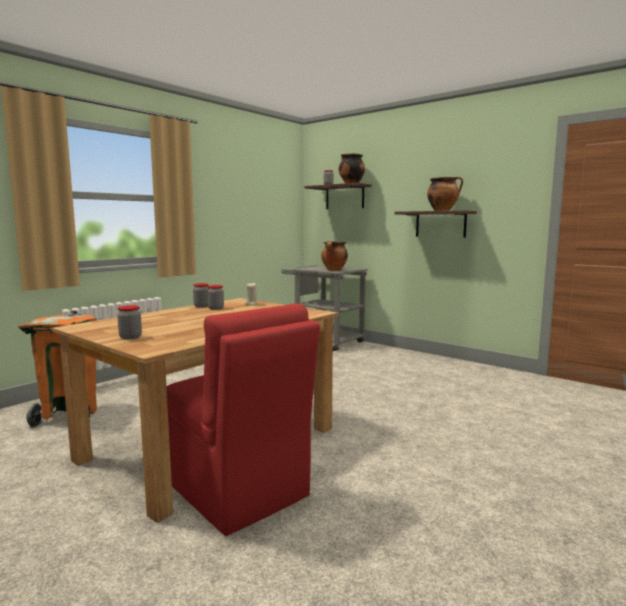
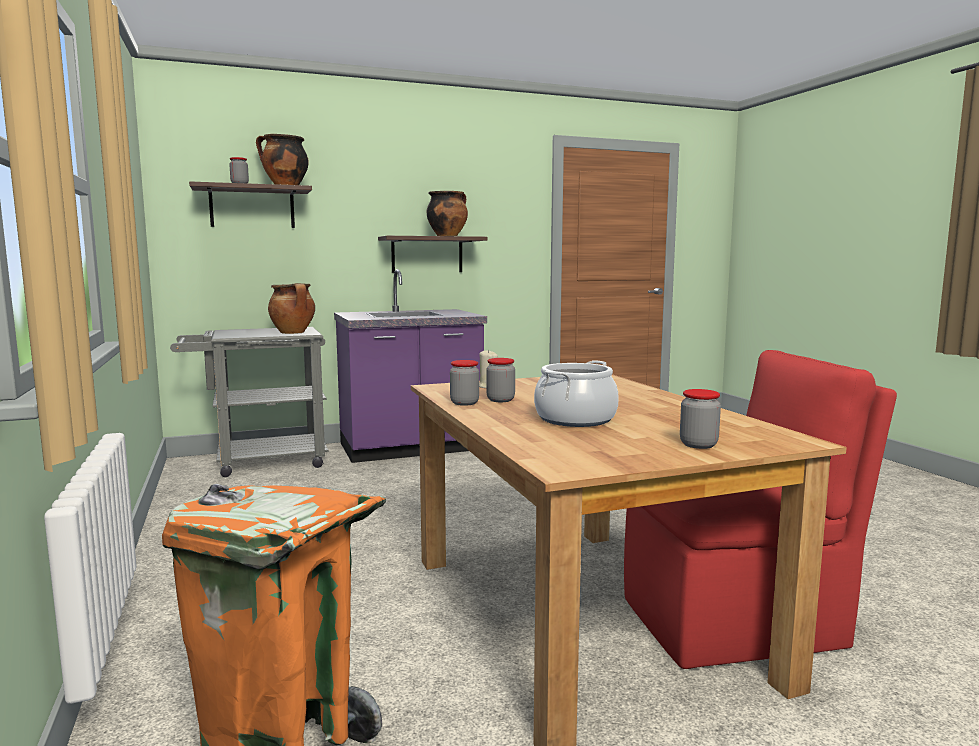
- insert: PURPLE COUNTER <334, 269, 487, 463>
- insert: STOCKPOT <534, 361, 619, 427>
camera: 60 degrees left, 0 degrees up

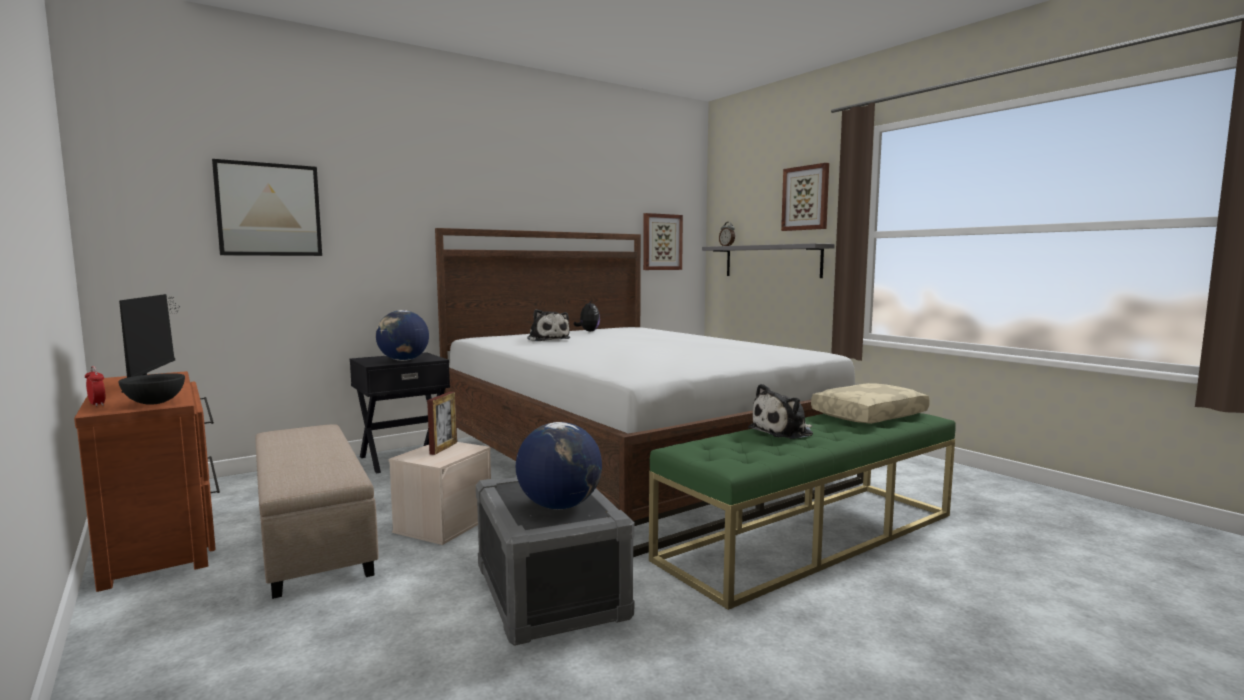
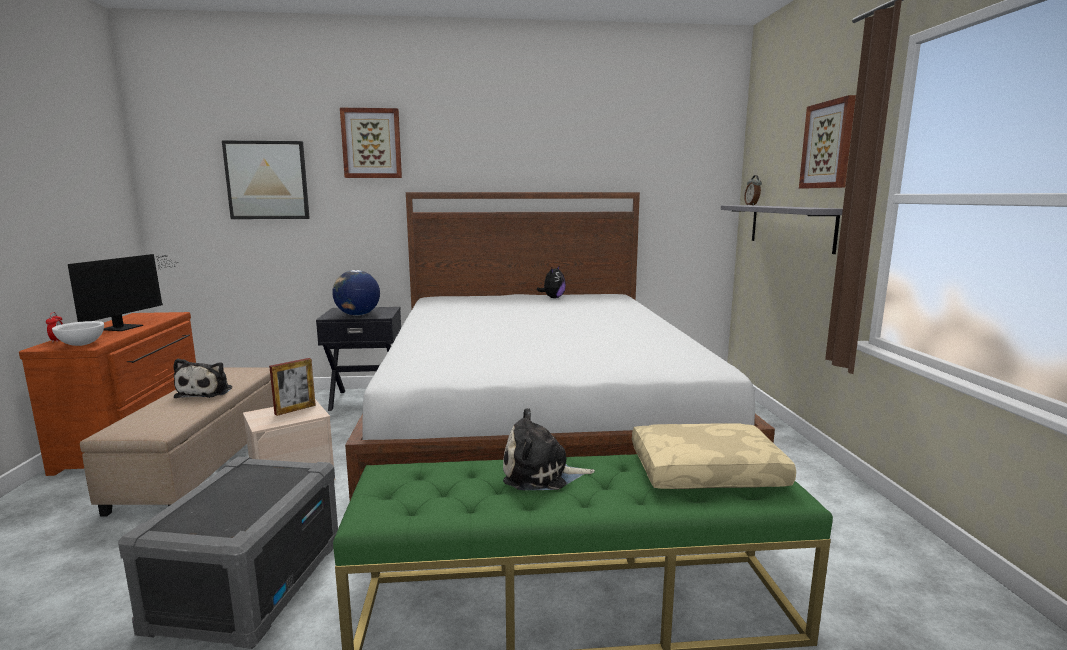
- recolor: BLACK SERVING BOWL <119, 373, 185, 405> to WHITE SERVING BOWL <52, 321, 104, 346>
- delete: GLOBE <516, 422, 602, 509>
- move: PLUSH TOY <527, 309, 570, 341> to <173, 359, 232, 398>
- move: PICTURE <643, 213, 683, 270> to <340, 108, 402, 178>
camera: 30 degrees right, 5 degrees up

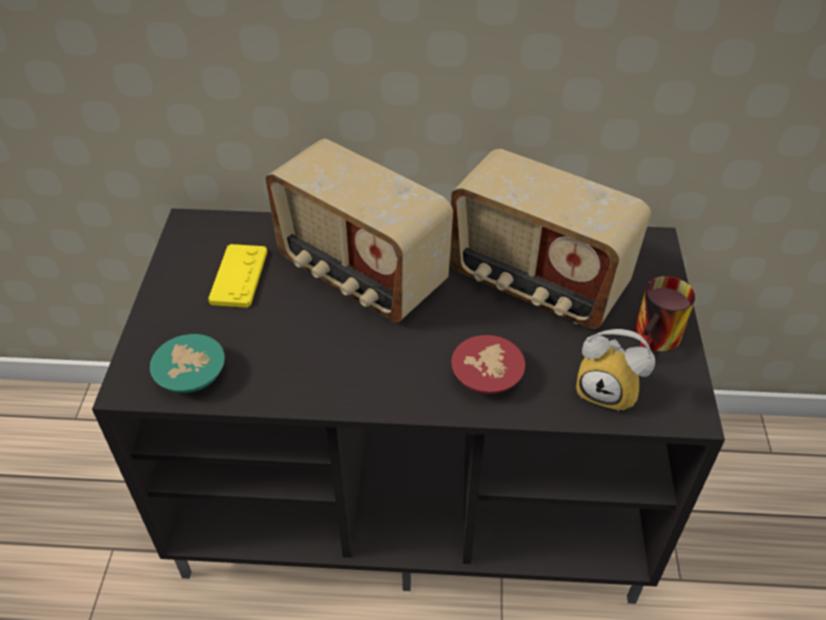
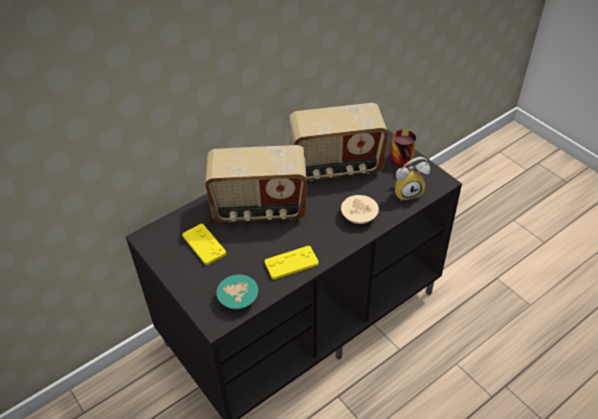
- recolor: RED SERVING BOWL <451, 335, 525, 394> to SAND-COLOURED SERVING BOWL <341, 195, 379, 224>
- insert: YELLOW-COLOURED GAME CONTROLLER <264, 246, 319, 280>
camera: 40 degrees left, 0 degrees up

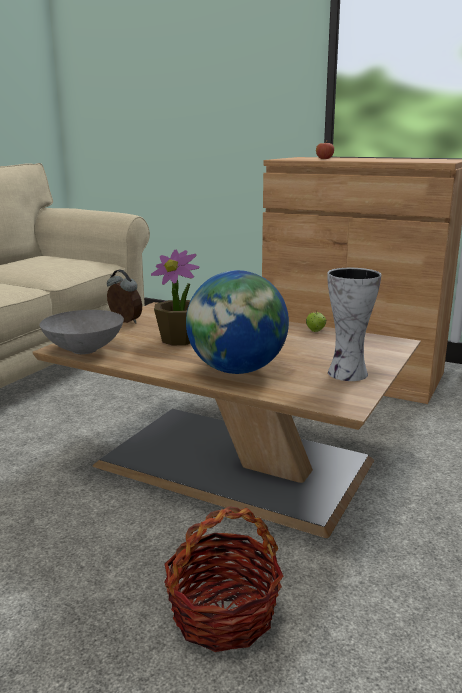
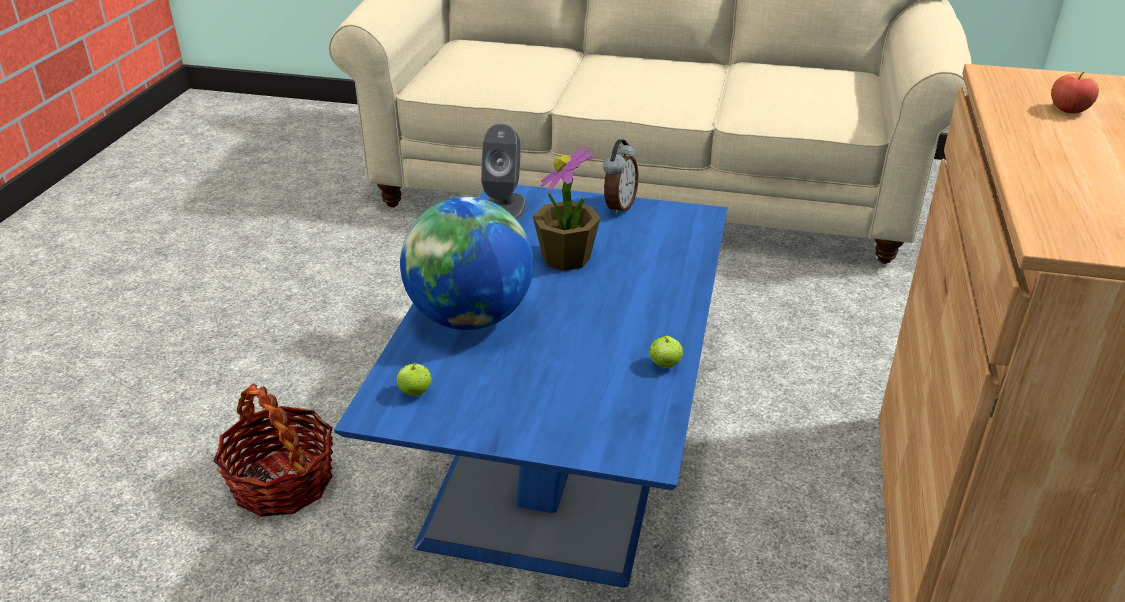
- recolor: BROWN LOUNGE TABLE <33, 302, 421, 538> to BLUISH LOUNGE TABLE <334, 185, 727, 588>
- replace: GREY SERVING BOWL <40, 310, 124, 354> to GREY SPEAKER <481, 124, 526, 220>
- delete: VASE <328, 268, 381, 381>
- insert: WHOLE APPLE <397, 363, 431, 396>
camera: 75 degrees right, 15 degrees up

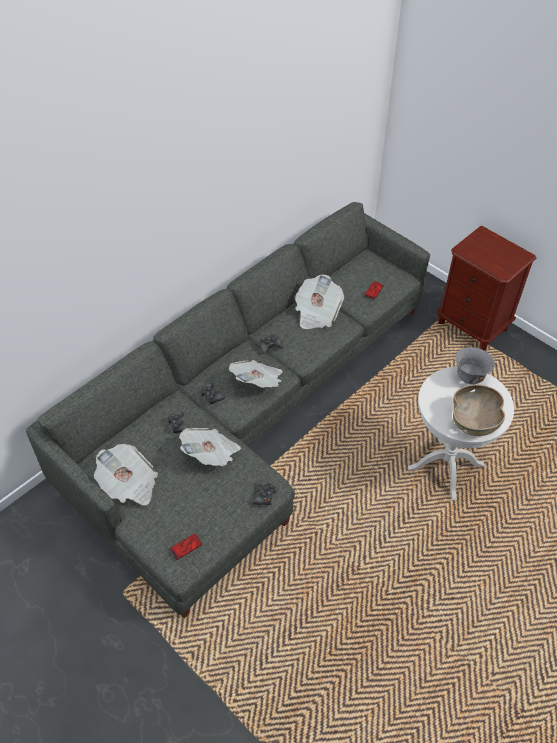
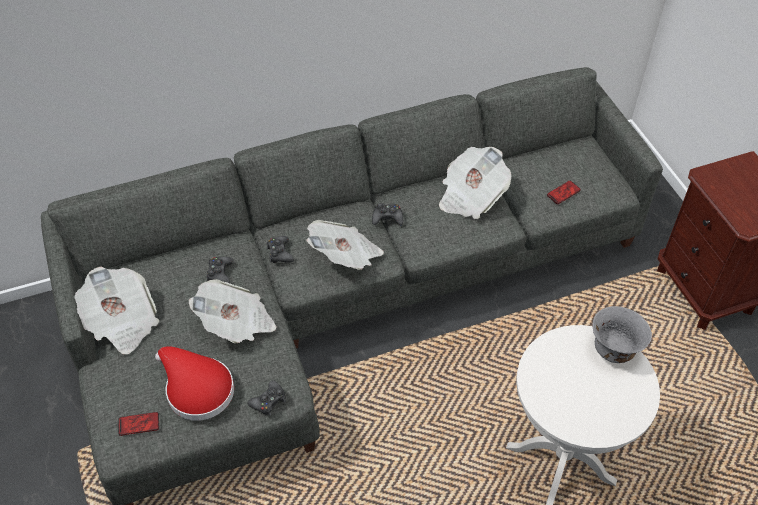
- delete: BROWN SERVING BOWL <453, 384, 505, 436>
- insert: RED WEARABLE HAT <155, 346, 234, 421>
camera: 25 degrees right, 0 degrees up

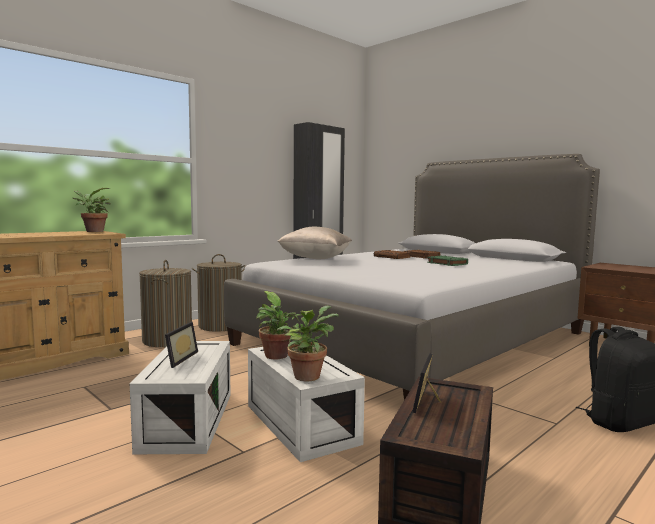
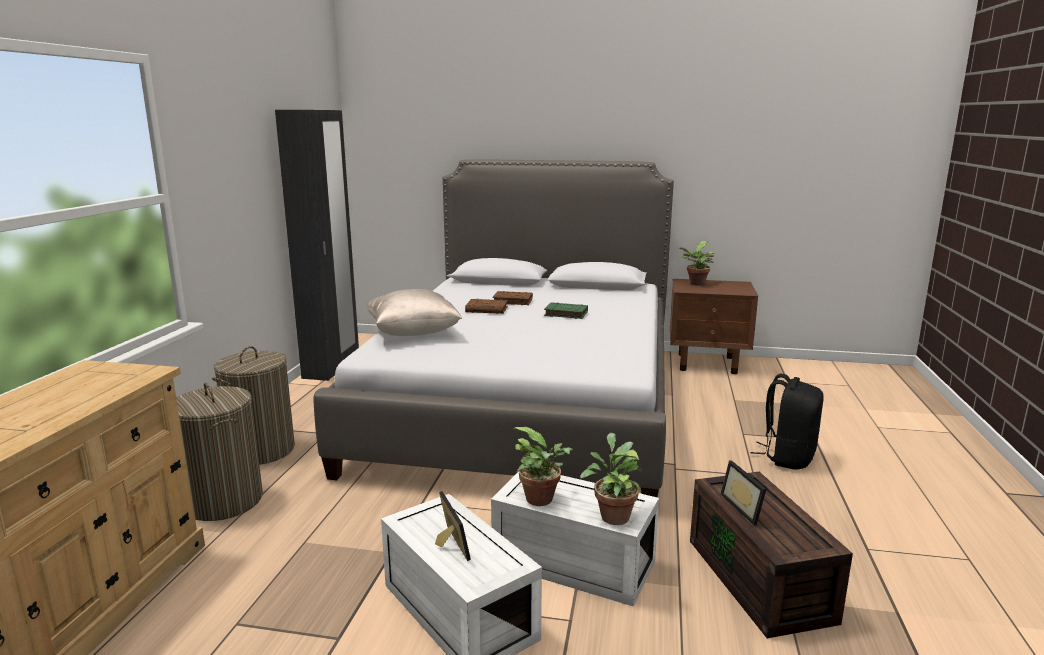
- move: HOUSEPLANT <73, 188, 111, 232> to <680, 241, 714, 286>
camera: 35 degrees left, 10 degrees up

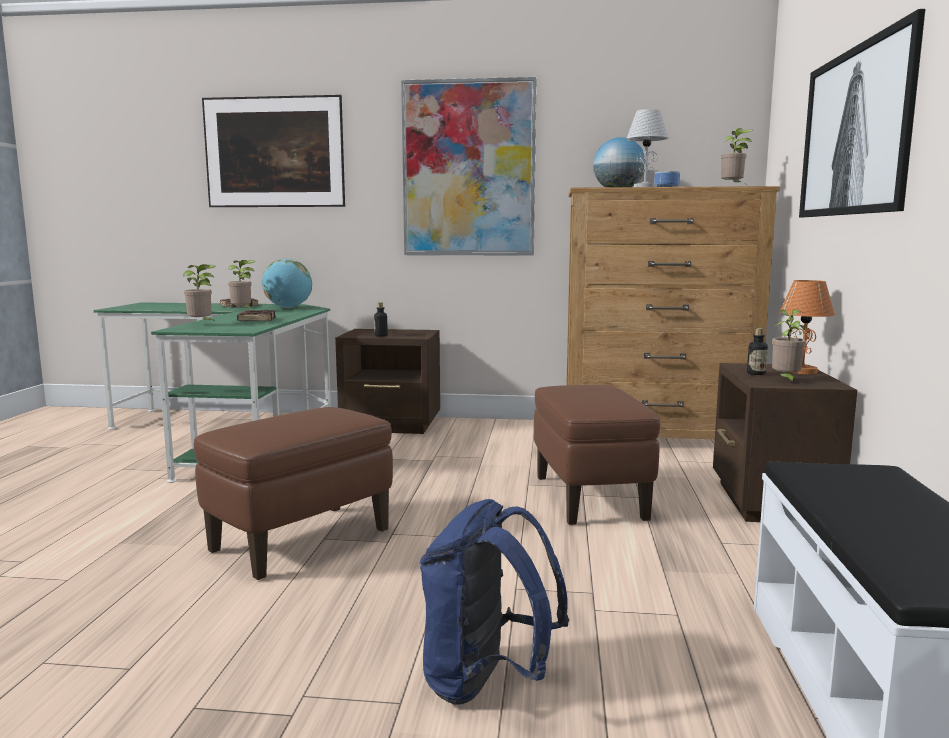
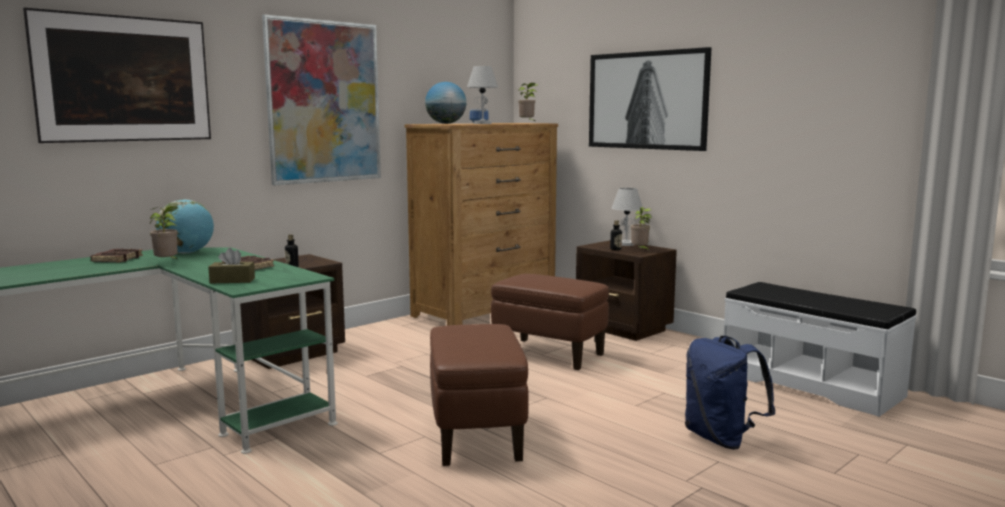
- replace: HOUSEPLANT <183, 264, 218, 324> to BROWN BOX OF TISSUES <208, 248, 255, 284>
- recolor: ORANGE TABLETOP LAMP <779, 280, 835, 374> to WHITE TABLETOP LAMP <611, 188, 642, 246>
camera: 50 degrees left, 0 degrees up

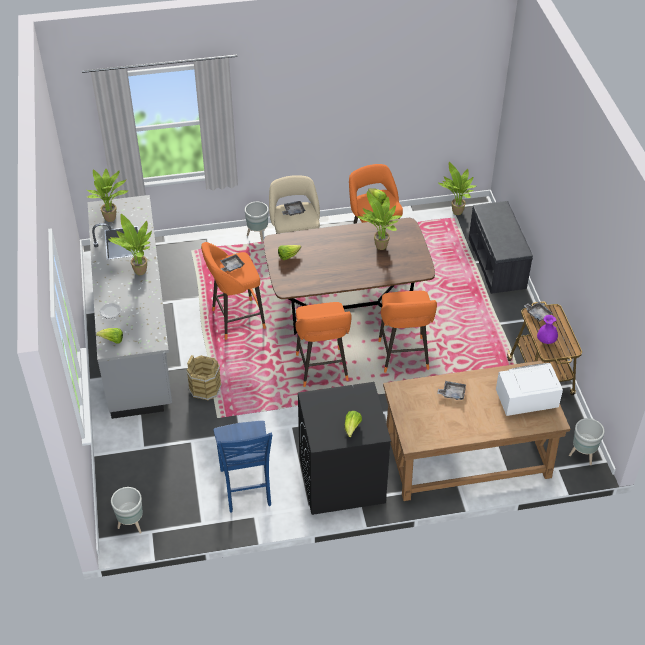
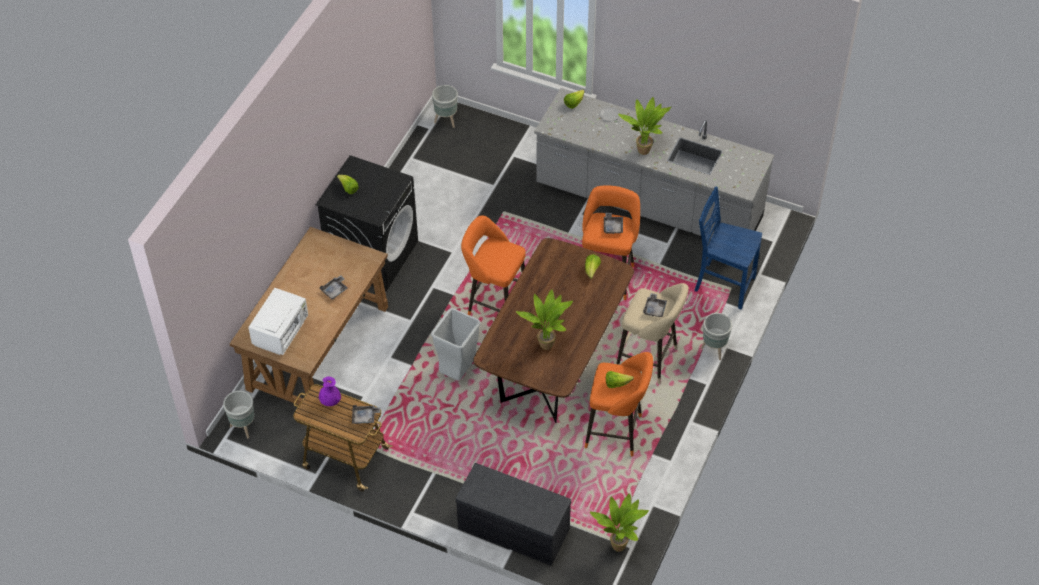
- delete: HOUSEPLANT <87, 169, 129, 222>
- delete: BROWN PAIL <186, 355, 222, 401>
- move: BLUISH UPRIGHT CHAIR <213, 420, 272, 512> to <695, 186, 762, 309>
- replace: ORANGE SITTING STOOL <378, 291, 437, 373> to GREY WASTE BIN <431, 308, 480, 380>
camera: 125 degrees right, 5 degrees up

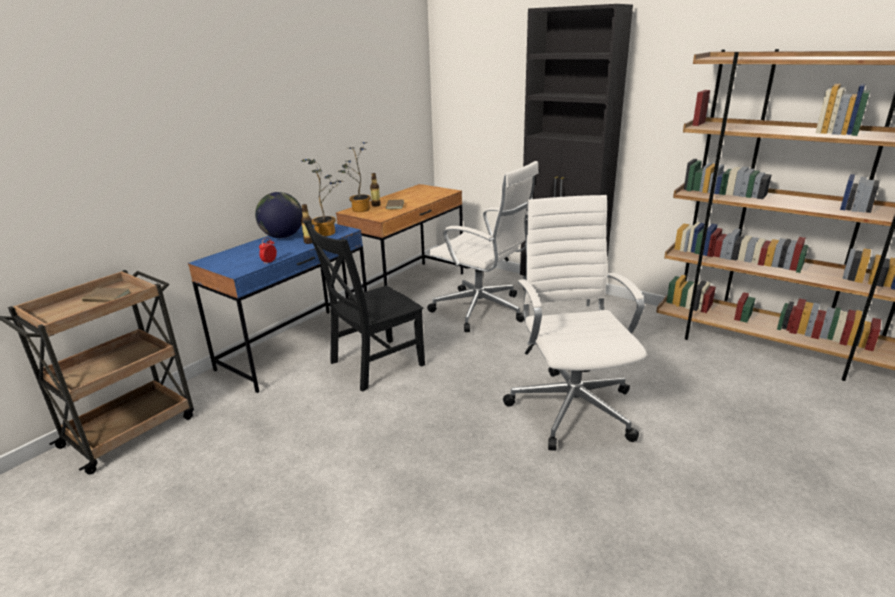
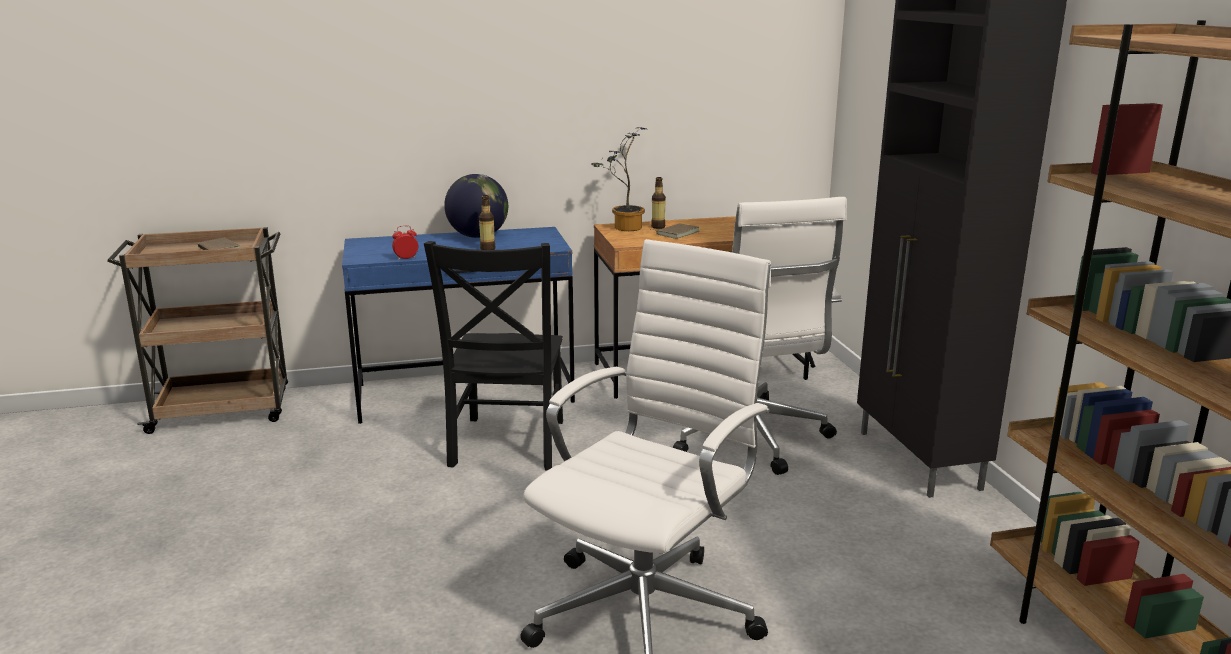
- delete: HOUSEPLANT <301, 159, 342, 237>
- rotate: BLACK UPRIGHT CHAIR <303, 220, 425, 391> = <424, 241, 563, 471> 90 degrees counterclockwise
camera: 40 degrees right, 5 degrees down

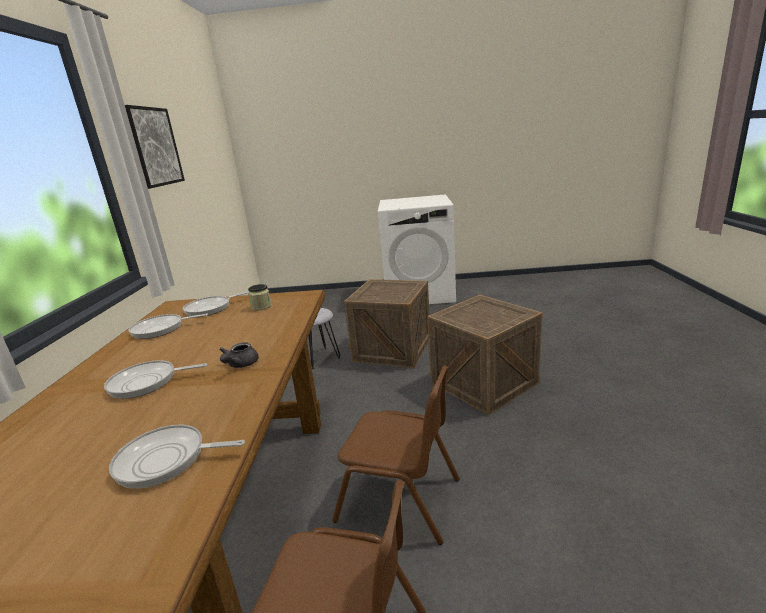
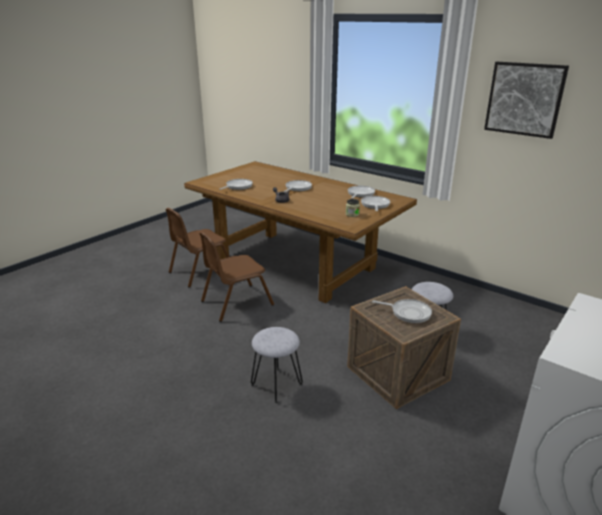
- replace: SHIPPING CRATE <427, 295, 543, 415> to GREY SITTING STOOL <251, 327, 303, 403>
- insert: SKILLET <372, 299, 432, 323>
camera: 125 degrees right, 5 degrees up

